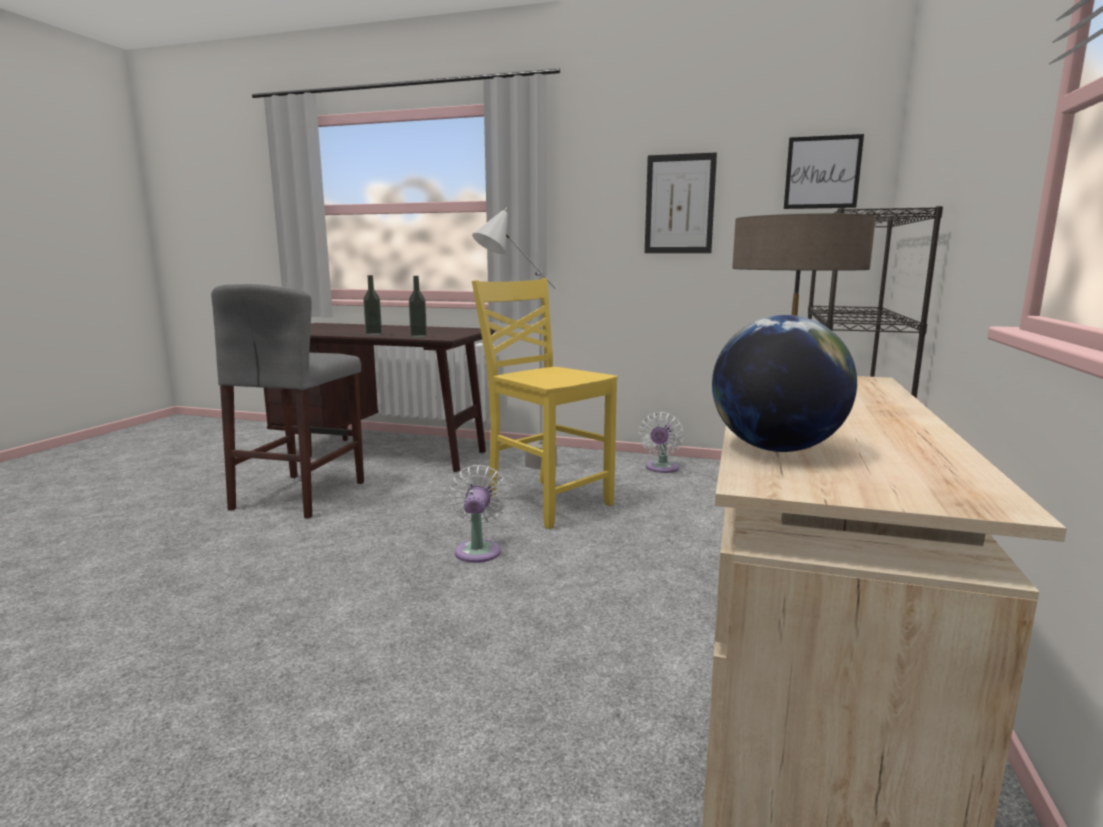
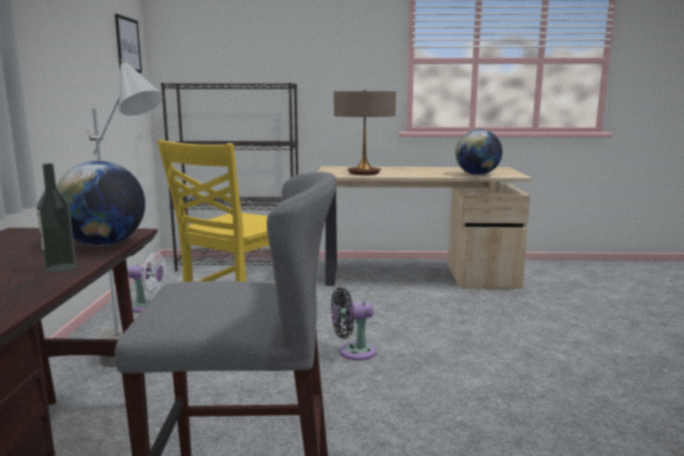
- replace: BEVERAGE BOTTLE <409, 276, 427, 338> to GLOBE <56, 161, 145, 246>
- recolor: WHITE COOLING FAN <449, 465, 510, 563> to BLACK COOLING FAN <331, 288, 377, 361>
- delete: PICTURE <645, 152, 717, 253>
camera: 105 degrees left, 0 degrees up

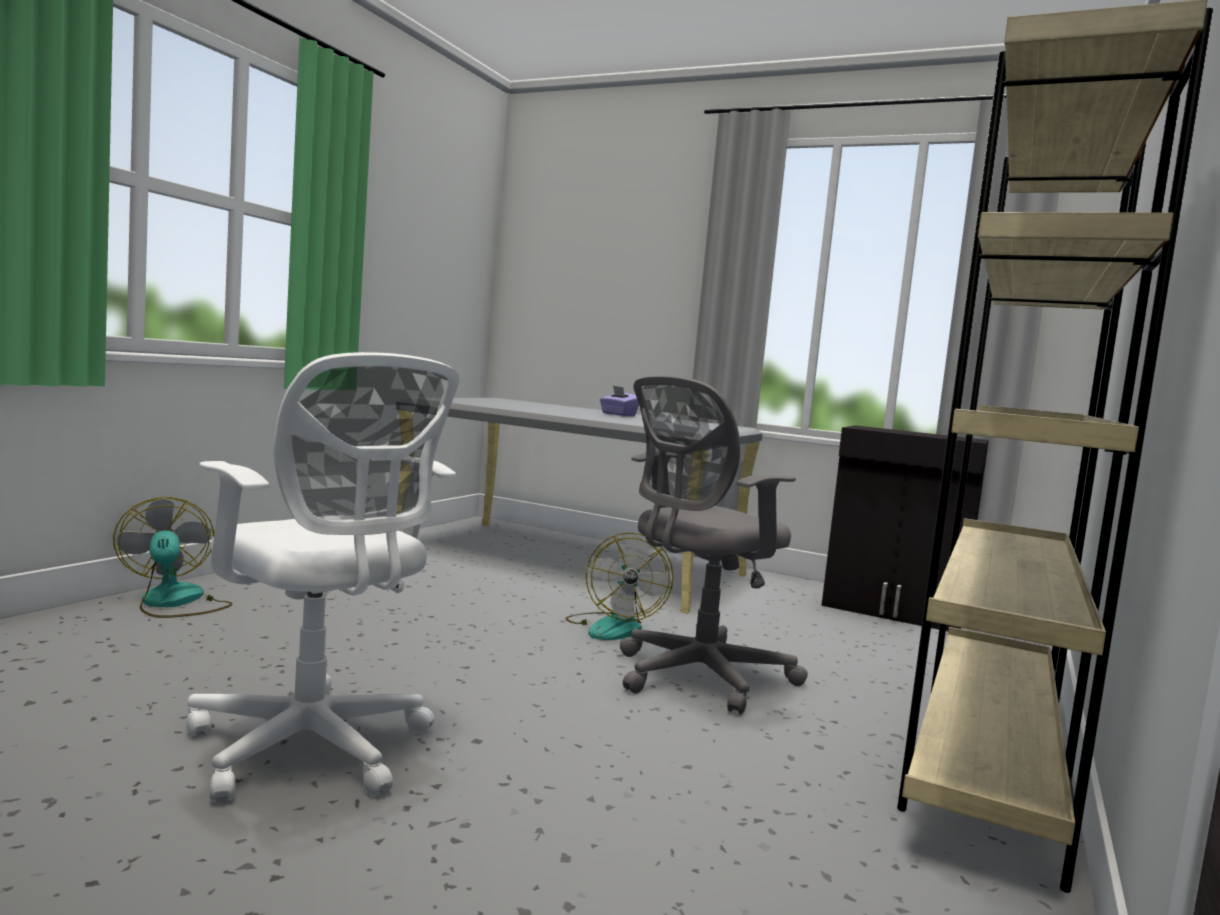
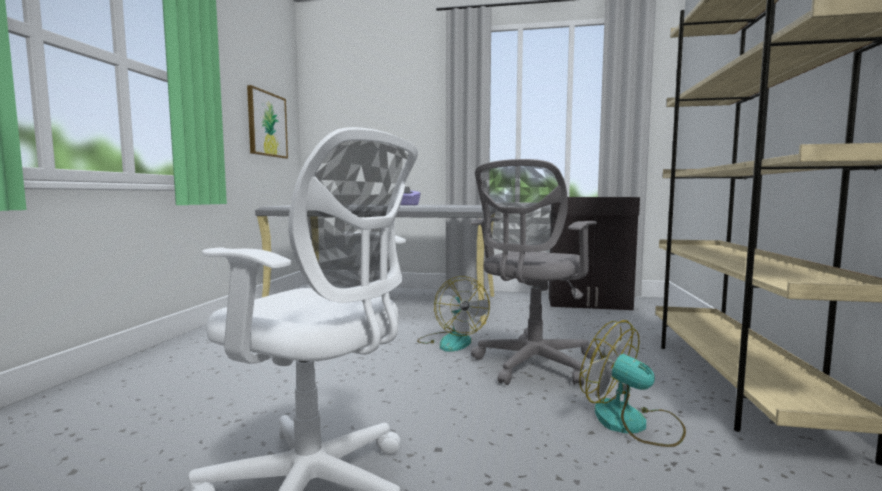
- move: COOLING FAN <113, 497, 232, 618> to <579, 320, 686, 447>
- insert: PICTURE <247, 85, 288, 159>
camera: 15 degrees left, 0 degrees up

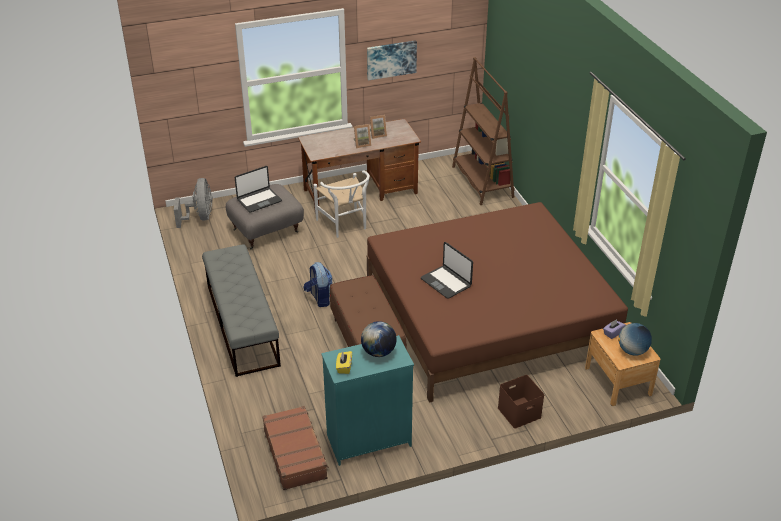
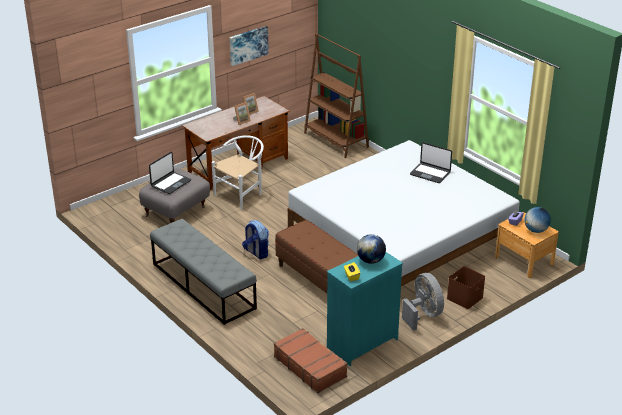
- move: GREY COOLING FAN <174, 178, 213, 228> to <402, 273, 444, 331>
- rotate: WHITE UPRIGHT CHAIR <313, 170, 370, 238> = <212, 135, 264, 210> 90 degrees counterclockwise
- recolor: BROWN BED <367, 202, 628, 403> to WHITE BED <288, 140, 520, 286>
- move: LAPTOP <421, 242, 473, 299> to <410, 142, 452, 183>
camera: 20 degrees left, 5 degrees down

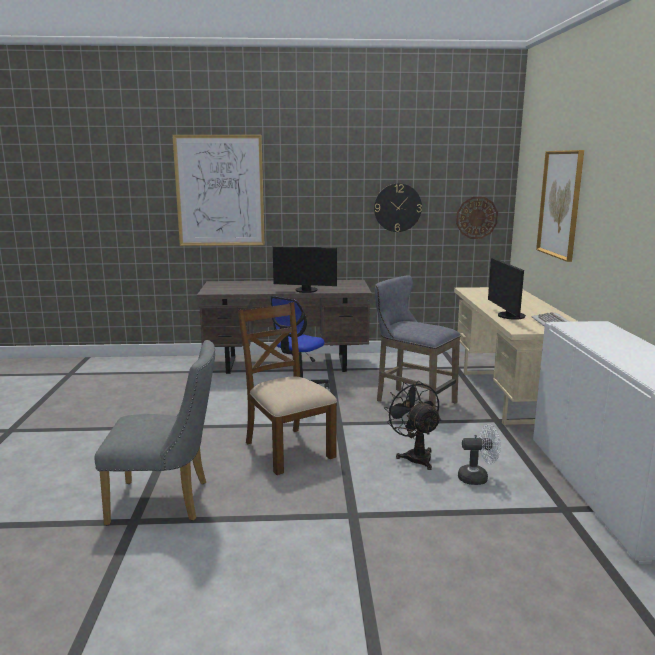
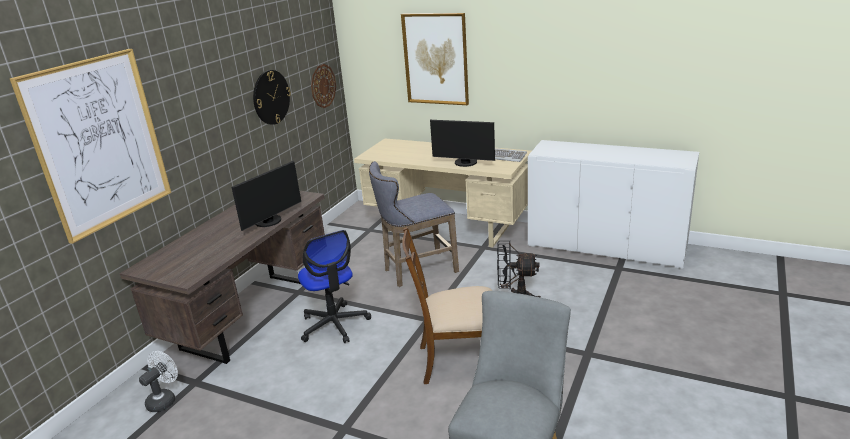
- move: WHITE COOLING FAN <458, 424, 501, 485> to <139, 351, 178, 412>
camera: 60 degrees left, 10 degrees up

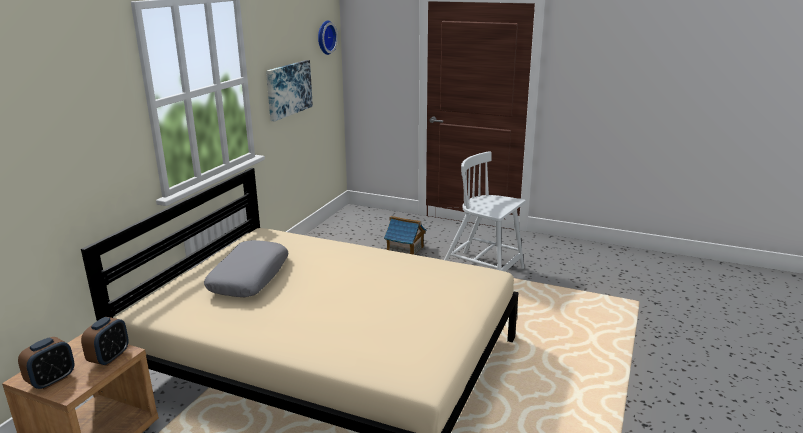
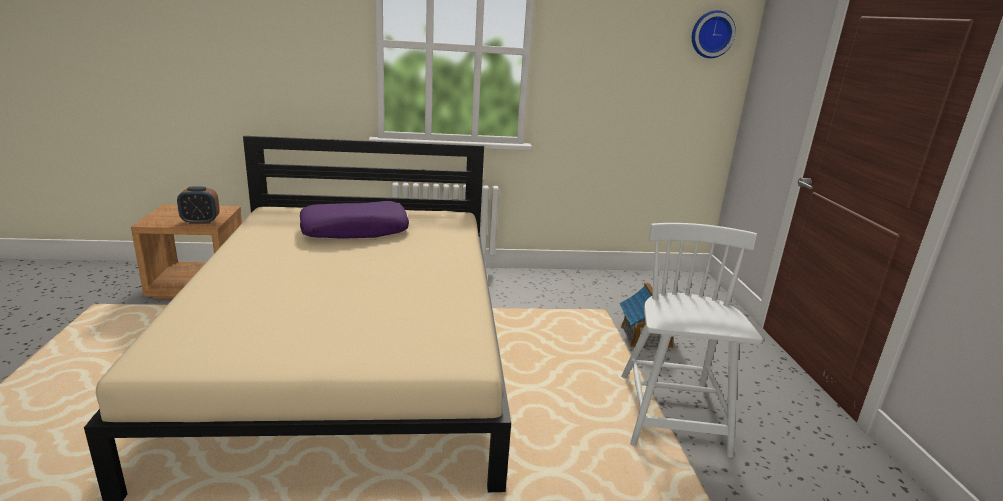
- delete: BEDSIDE CLOCK <18, 337, 75, 390>
- recolor: GREY PILLOW <204, 240, 288, 297> to PURPLE PILLOW <300, 201, 409, 239>
- delete: PICTURE <266, 60, 313, 122>
camera: 60 degrees right, 0 degrees up

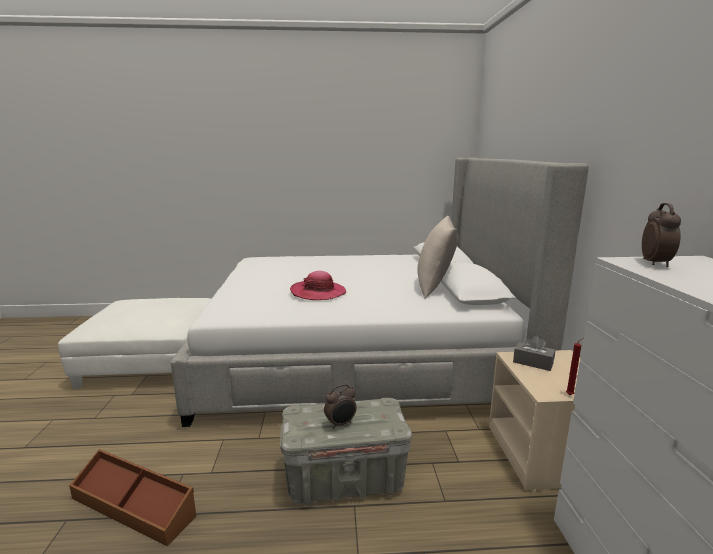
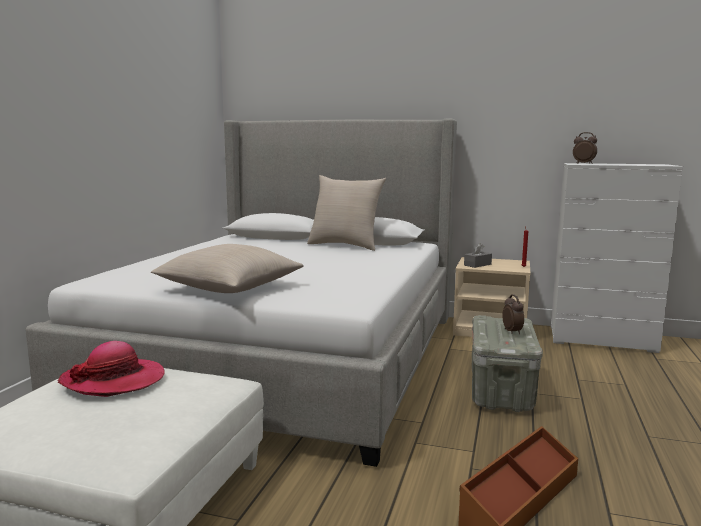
- move: WEARABLE HAT <290, 271, 346, 300> to <58, 341, 165, 397>
- insert: SAND-COLOURED PILLOW <151, 244, 303, 293>
camera: 70 degrees left, 5 degrees down

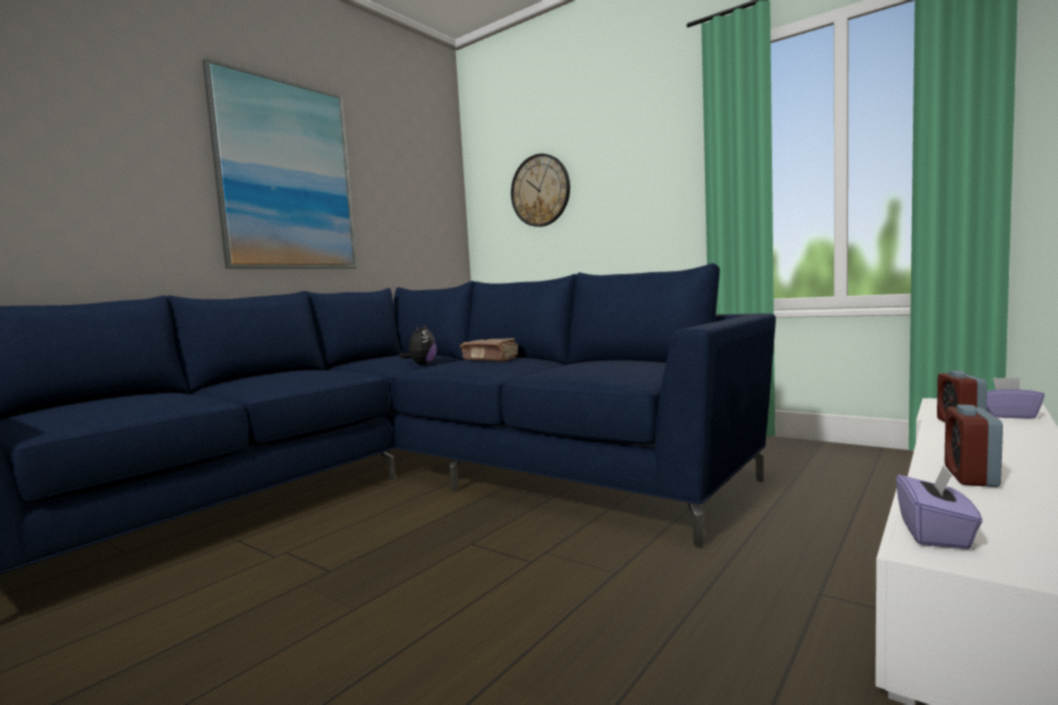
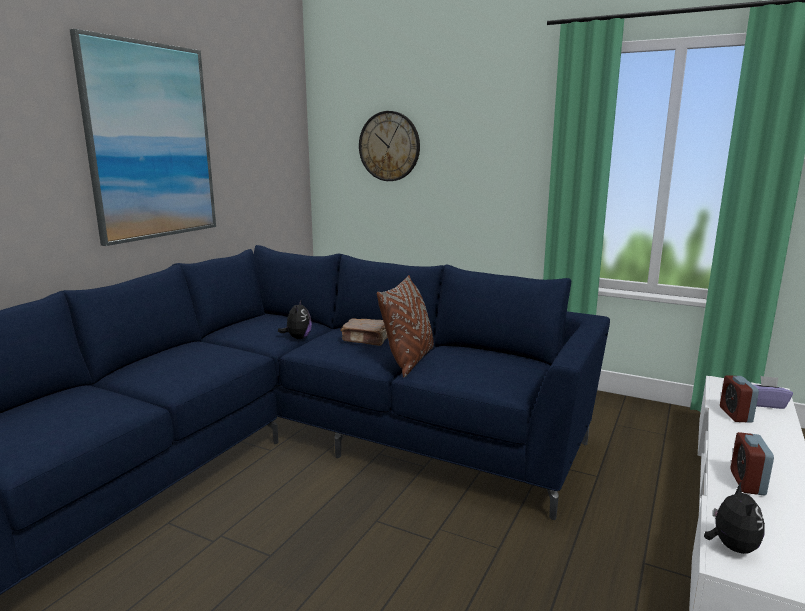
- replace: PURPLE BOX OF TISSUES <896, 465, 983, 549> to PLUSH TOY <704, 483, 765, 554>
- insert: BROWN PILLOW <377, 275, 434, 377>
camera: 10 degrees left, 10 degrees up

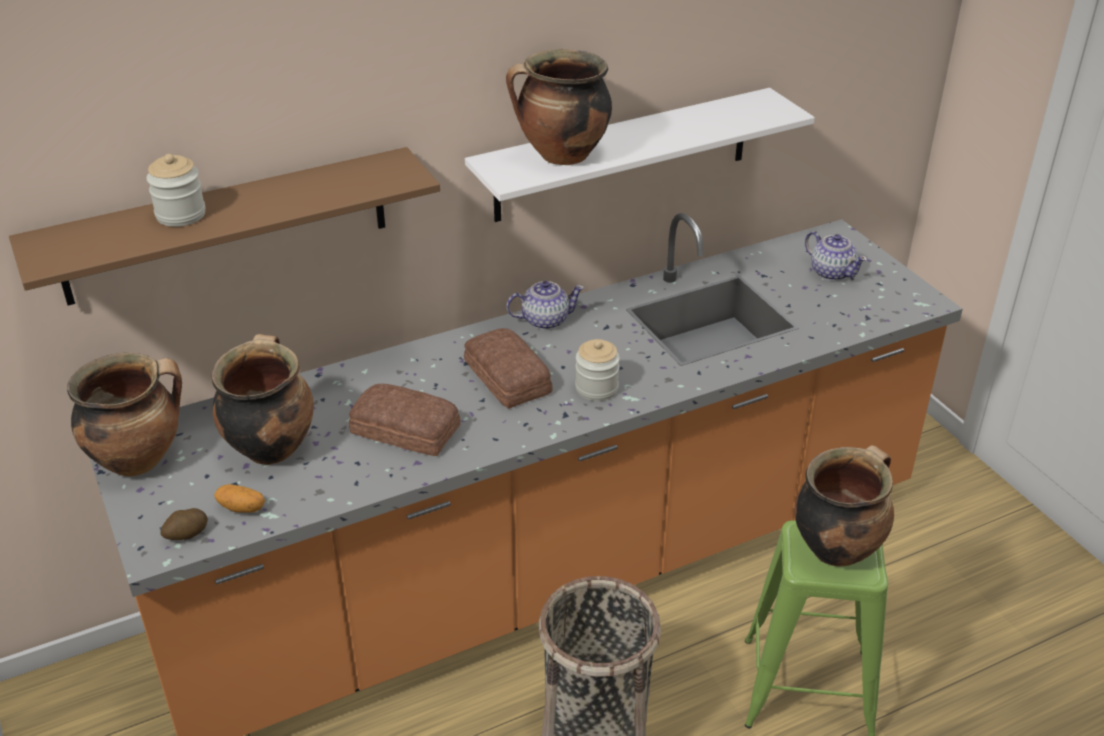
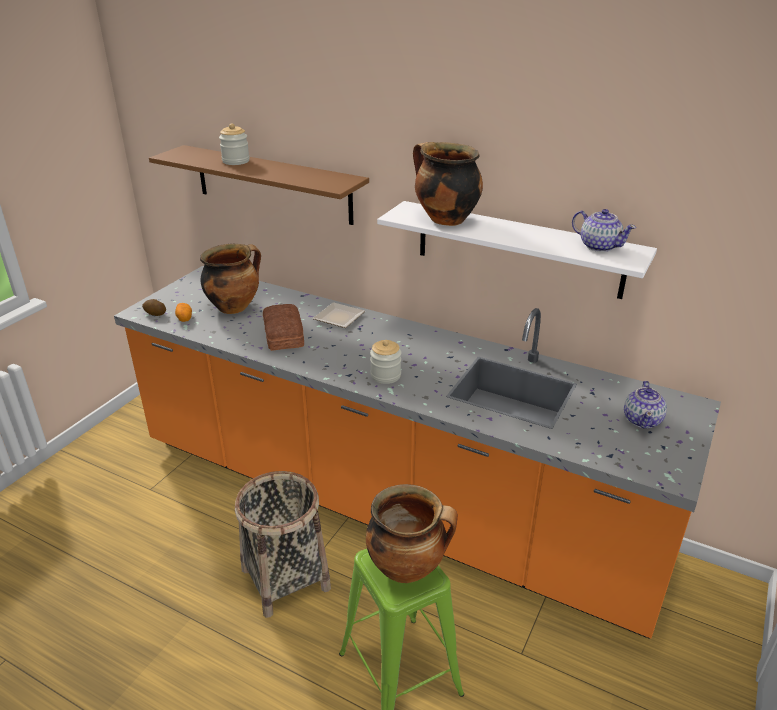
- delete: STOCKPOT <67, 353, 182, 477>
- delete: BAKERY BREAD <464, 328, 553, 409>
- move: TEAPOT <506, 281, 585, 330> to <572, 209, 636, 252>
- insert: DINNER PLATE <313, 302, 365, 328>
camera: 55 degrees right, 5 degrees down

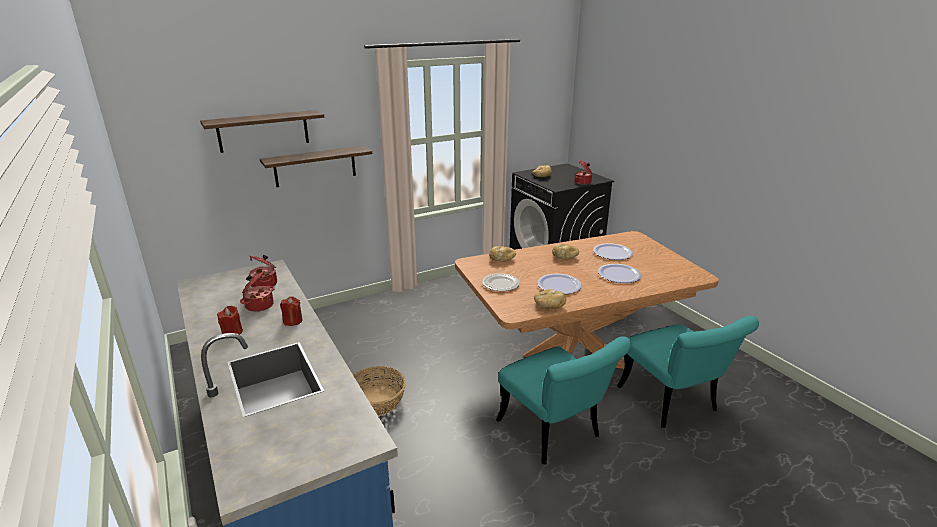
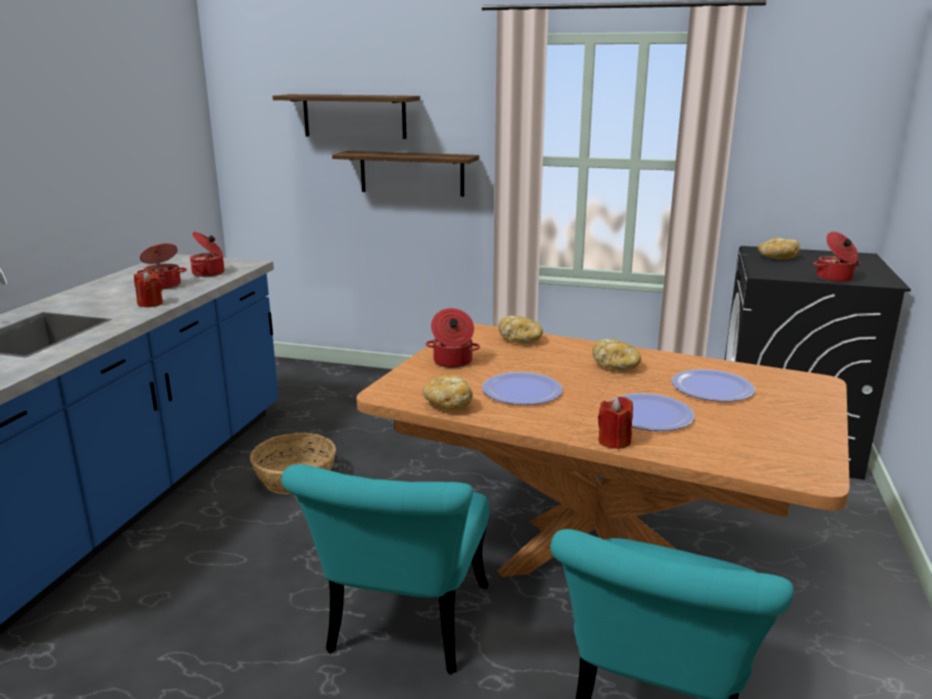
- move: RED WAX LIGHT <217, 306, 243, 335> to <598, 397, 633, 449>
- replace: DINNER PLATE <482, 273, 520, 291> to STOCKPOT <426, 308, 480, 368>
camera: 45 degrees right, 5 degrees down

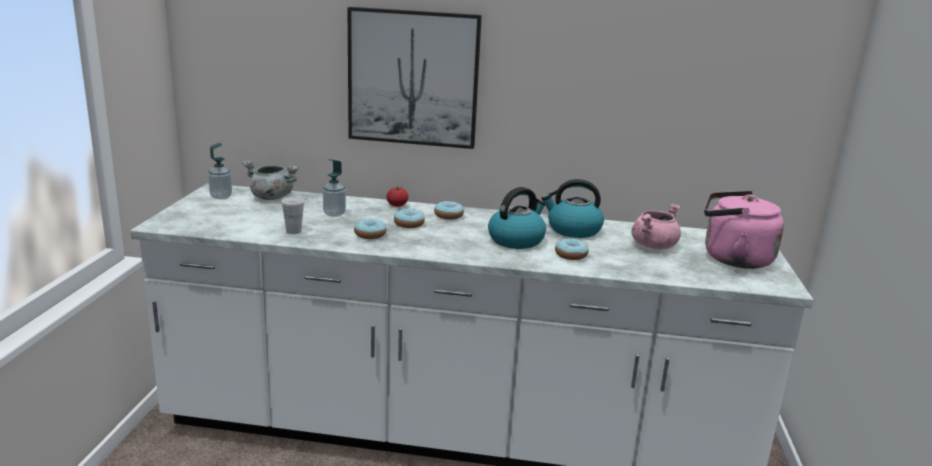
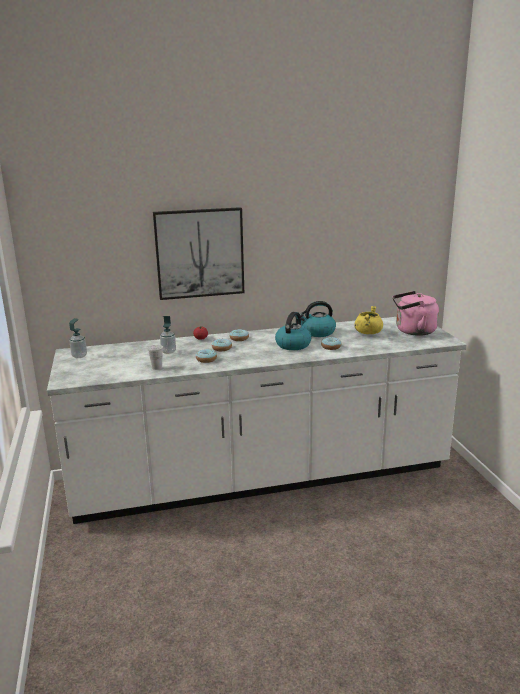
- delete: GREY STOCKPOT <242, 160, 299, 200>
- recolor: PINKISH STOCKPOT <631, 204, 681, 250> to YELLOW-COLOURED STOCKPOT <354, 306, 383, 334>
camera: 20 degrees left, 0 degrees up

